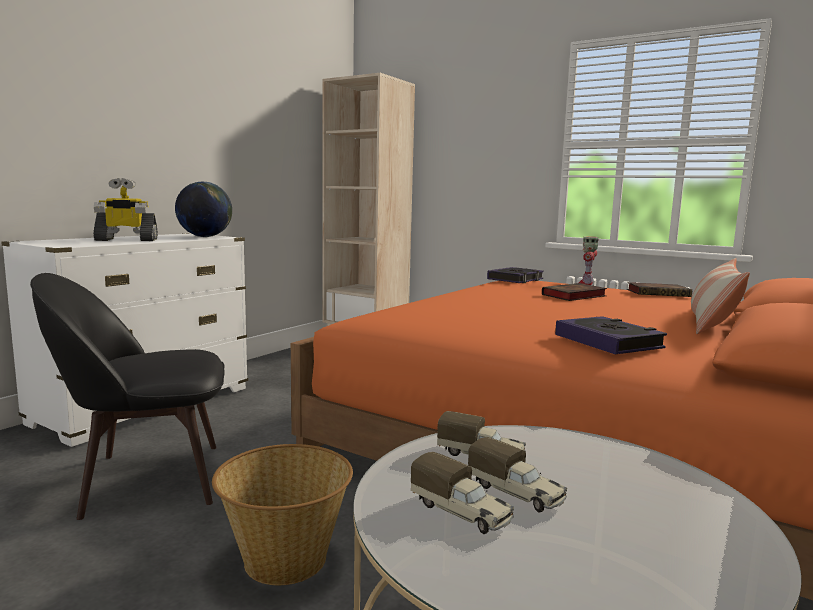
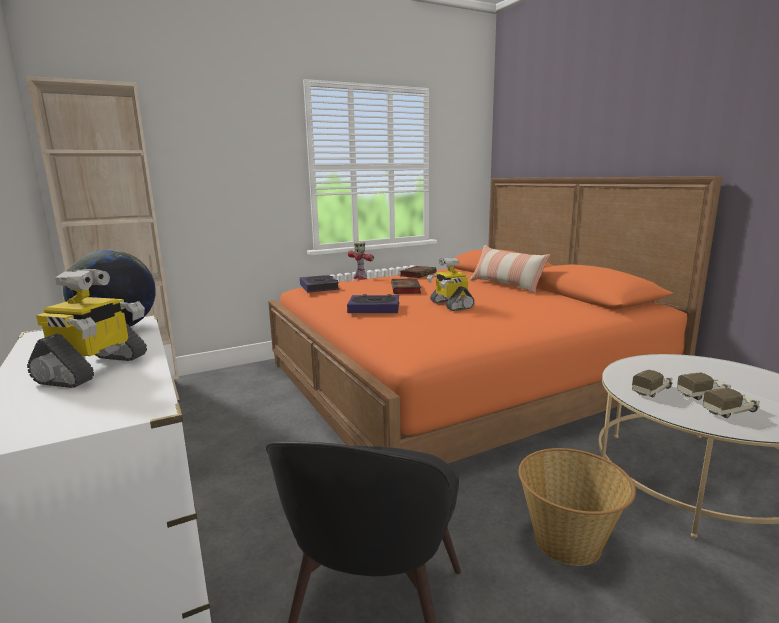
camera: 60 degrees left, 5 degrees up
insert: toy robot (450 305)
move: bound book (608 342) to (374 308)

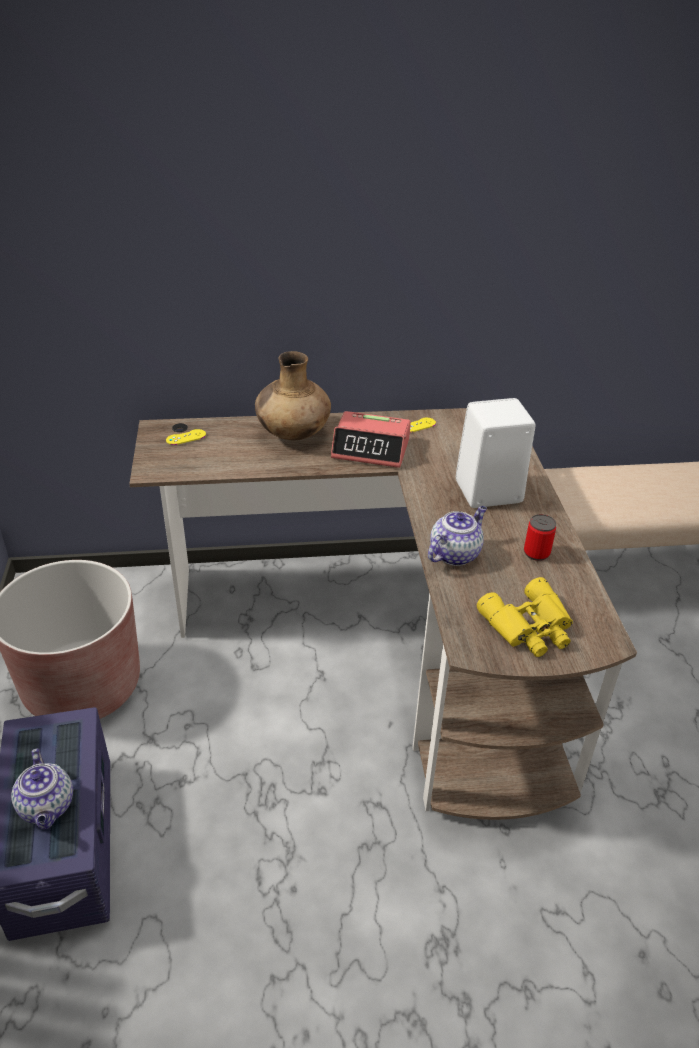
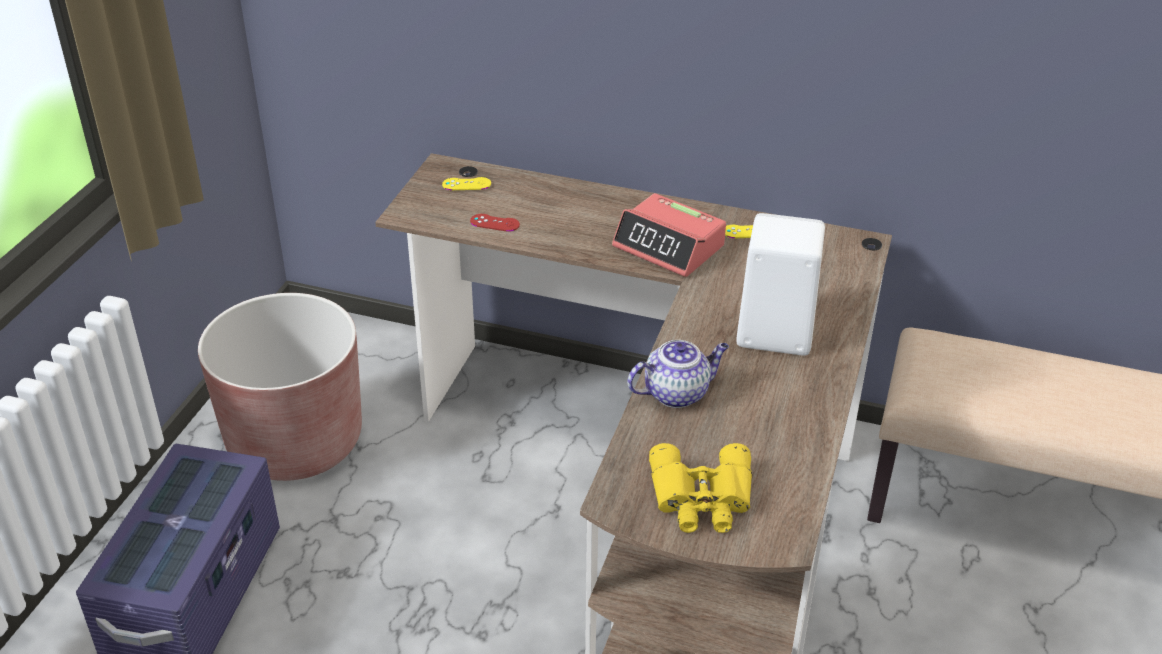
camera: 25 degrees right, 0 degrees up
delete: brown decorative vase (293 433); can (536 553); pot for tea (47 807)
insert: red gamepad (494 223)

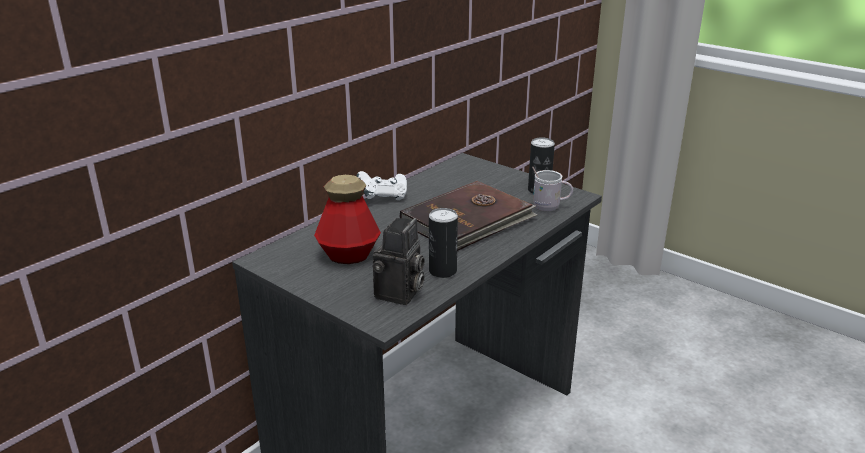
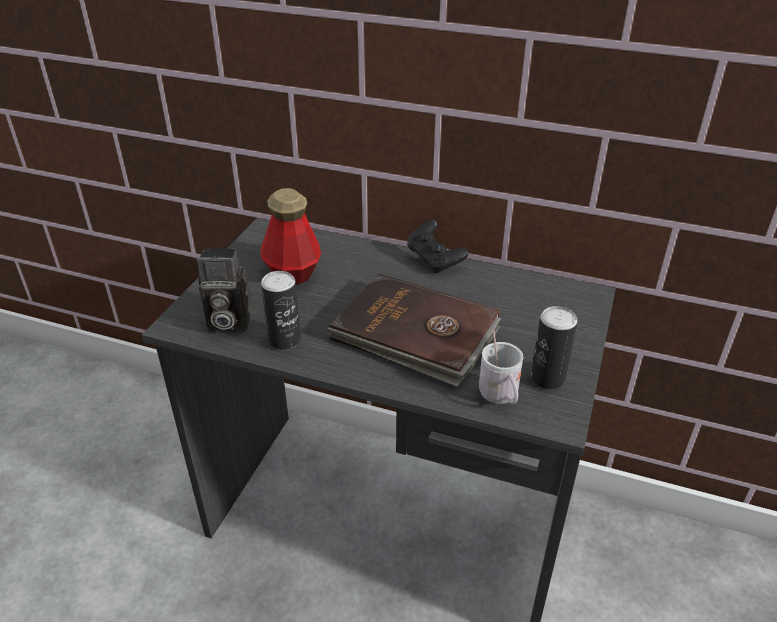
camera: 70 degrees right, 10 degrees up
recolor: white-coloured gamepad (383 197) to black gamepad (435 260)

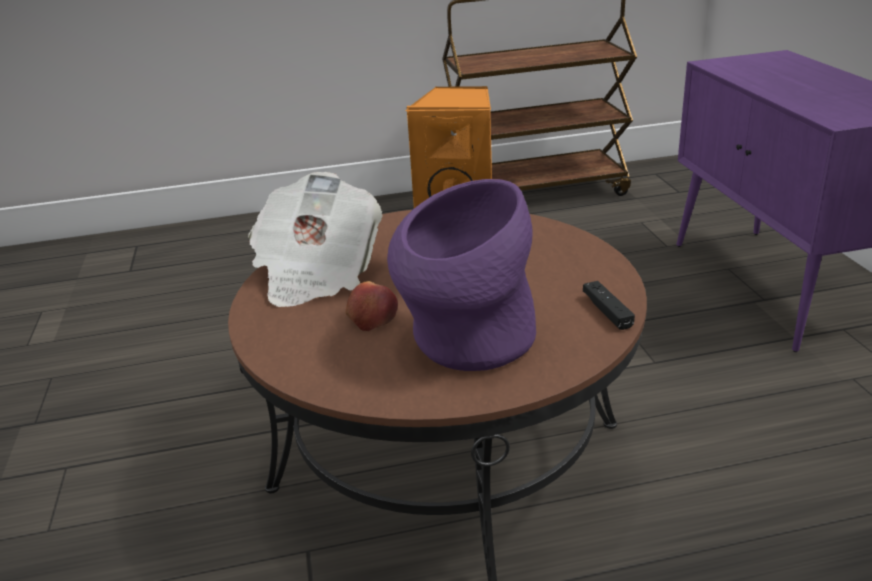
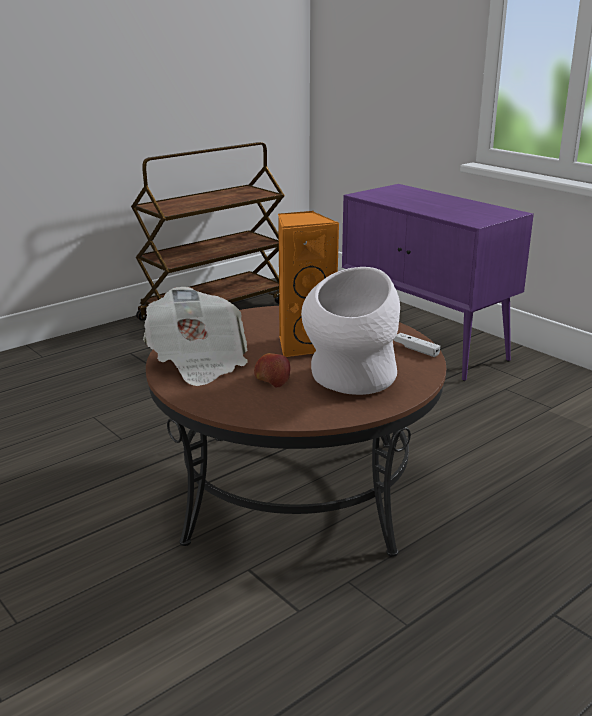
camera: 30 degrees left, 5 degrees down
recolor: purple decorative vase (464 343) to white-coloured decorative vase (350 381); black gamepad (607 312) to white-coloured gamepad (416 350)

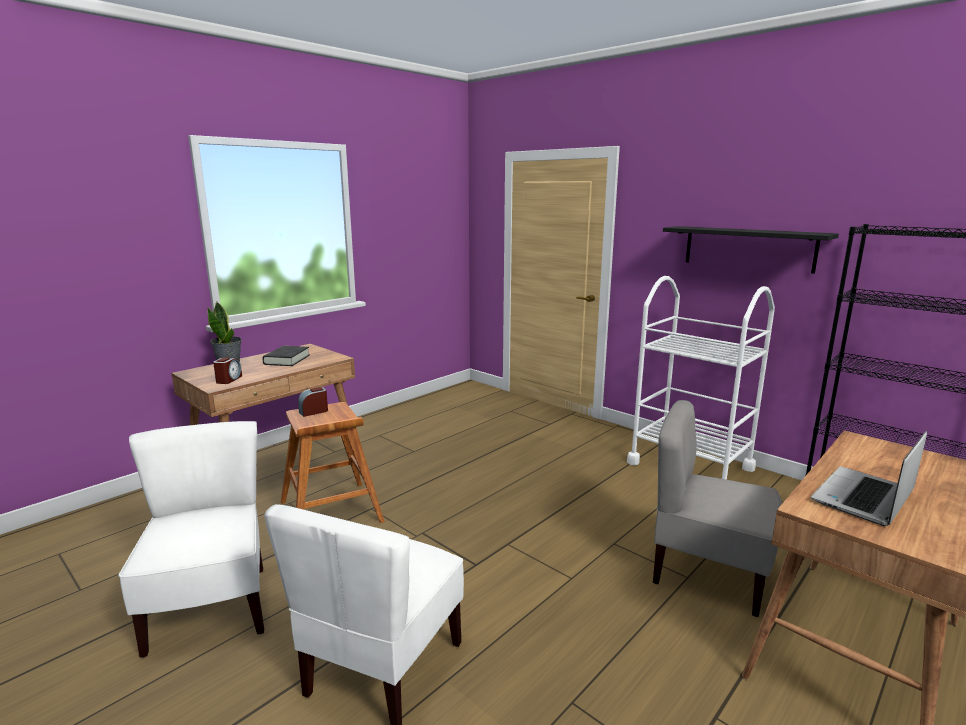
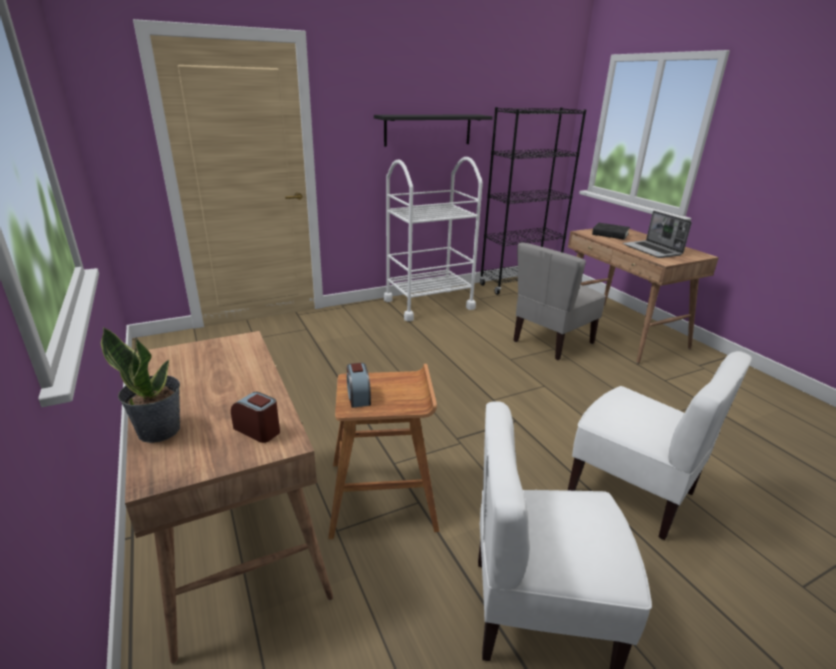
camera: 70 degrees left, 10 degrees up
move: black bound book (287 360) to (610 234)

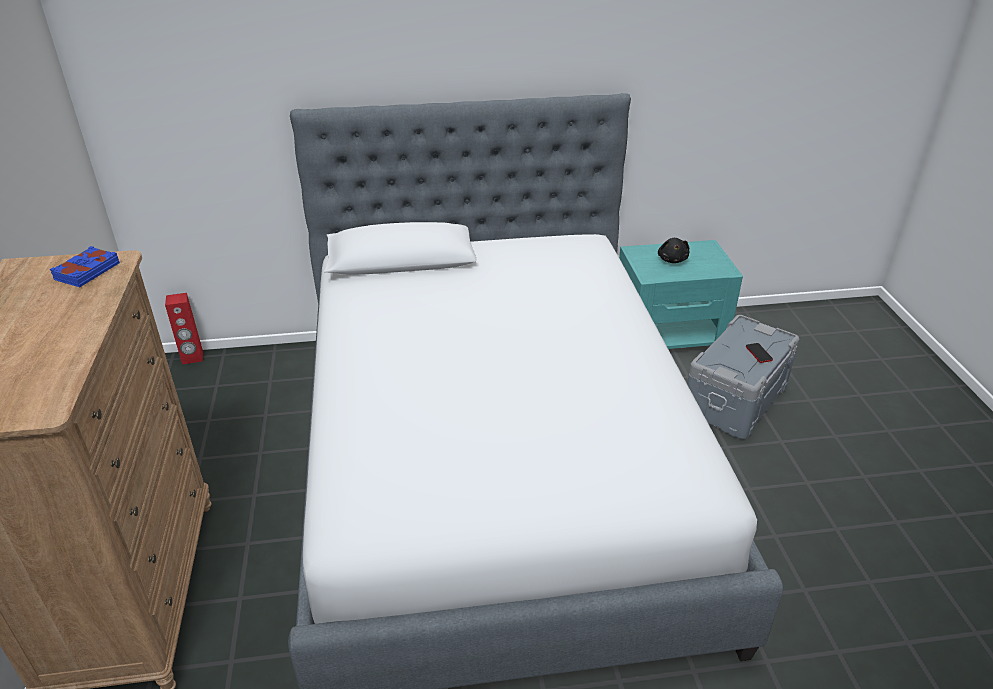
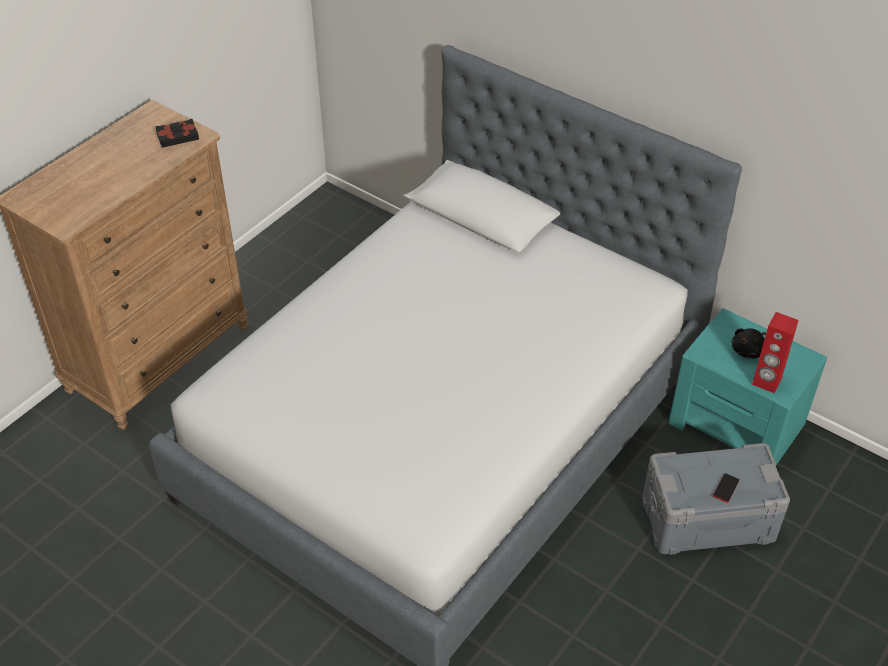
camera: 45 degrees right, 10 degrees up
move: red loudspeaker (192 358) to (766 382)
recolor: bluish bound book (86 271) to black bound book (177 136)

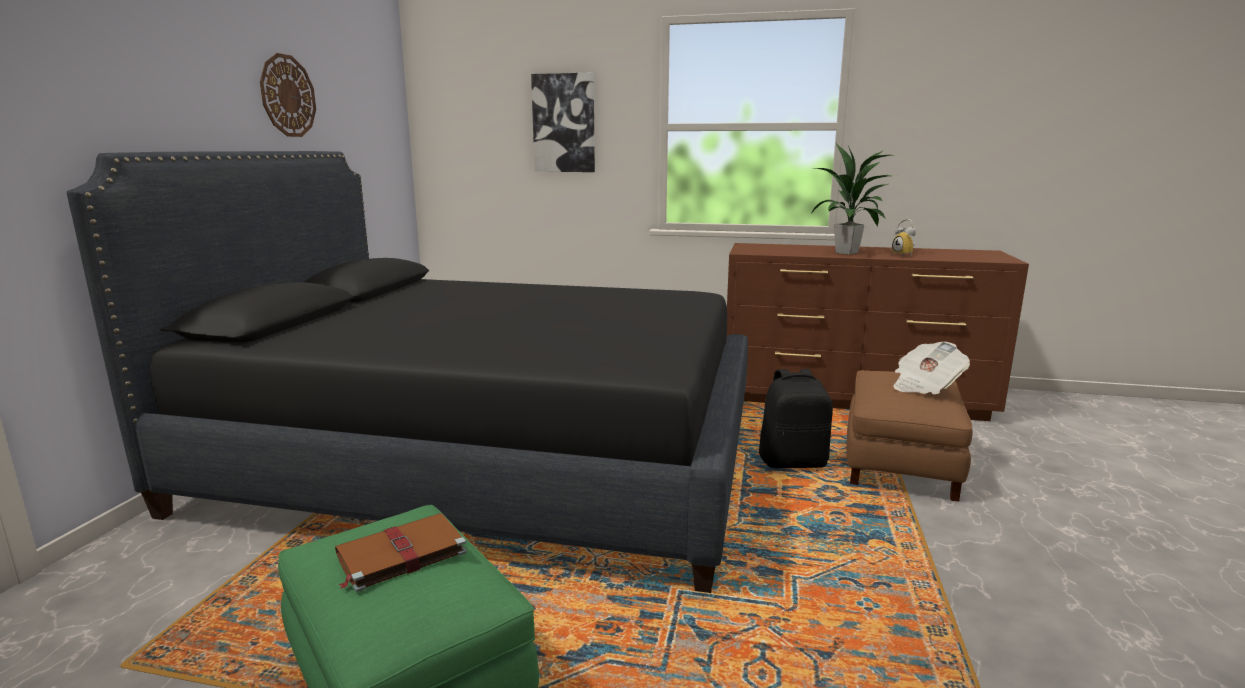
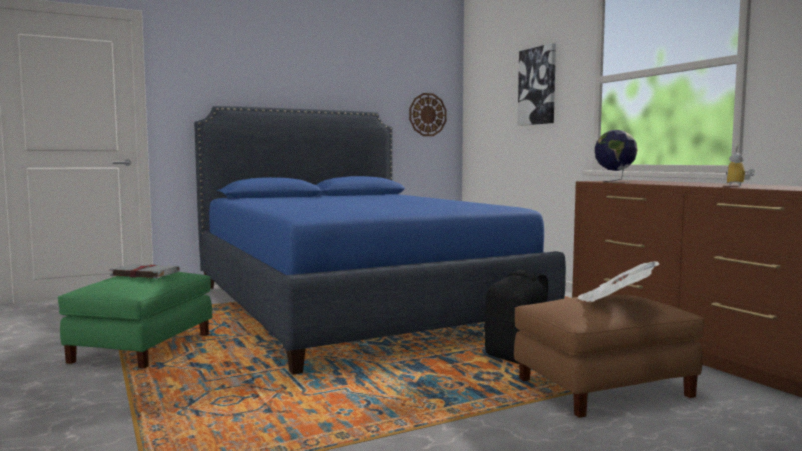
camera: 50 degrees right, 10 degrees down
delete: potted plant (847 253)
insert: desk globe (614 181)
move: wall clock (288 96) to (427 114)
recolor: black bedroom bed (488 459) to bluish bedroom bed (354 306); brown bound book (399 554) to greyish bound book (143 273)

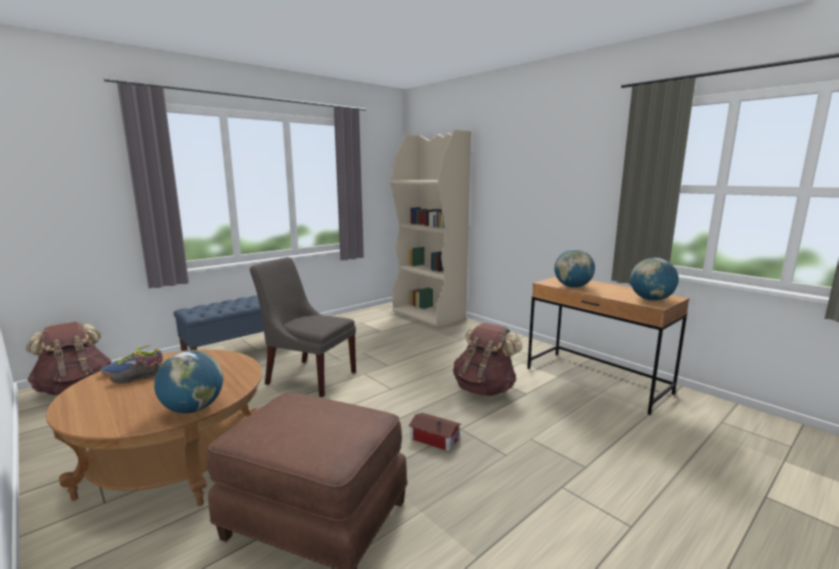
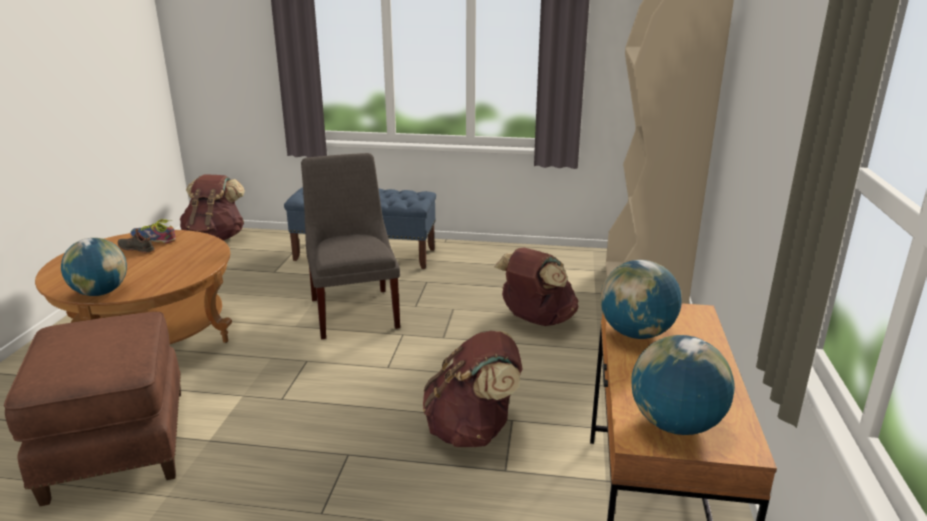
camera: 50 degrees right, 10 degrees up
delete: miniature house (434 437)
insert: brown rucksack (536 320)

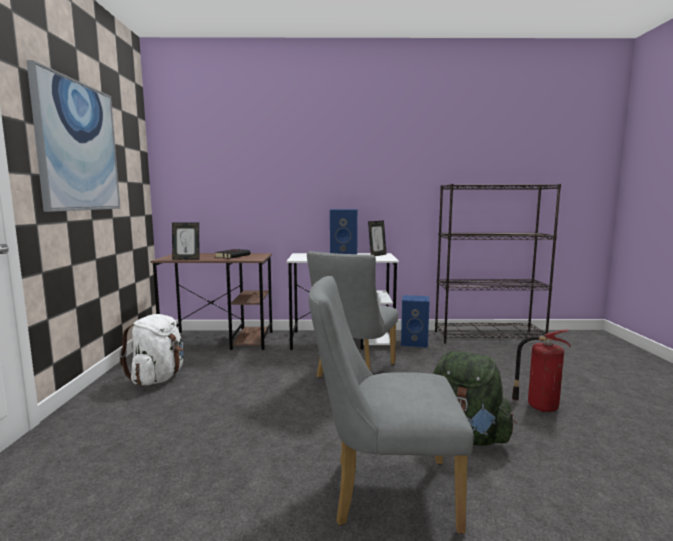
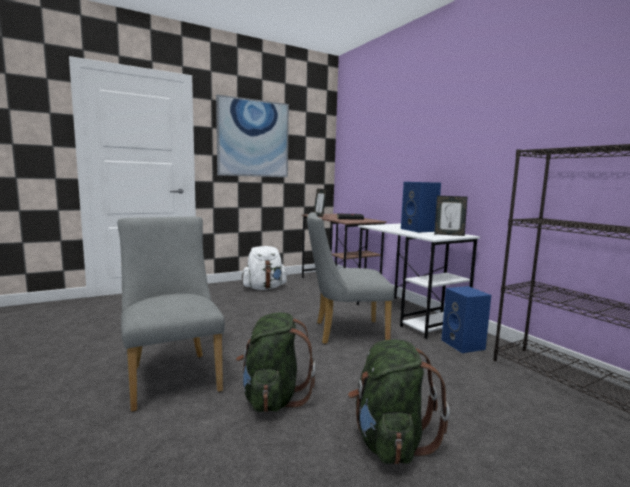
camera: 60 degrees right, 0 degrees up
replace: extinguisher (540 406) to green-coloured rucksack (389 441)

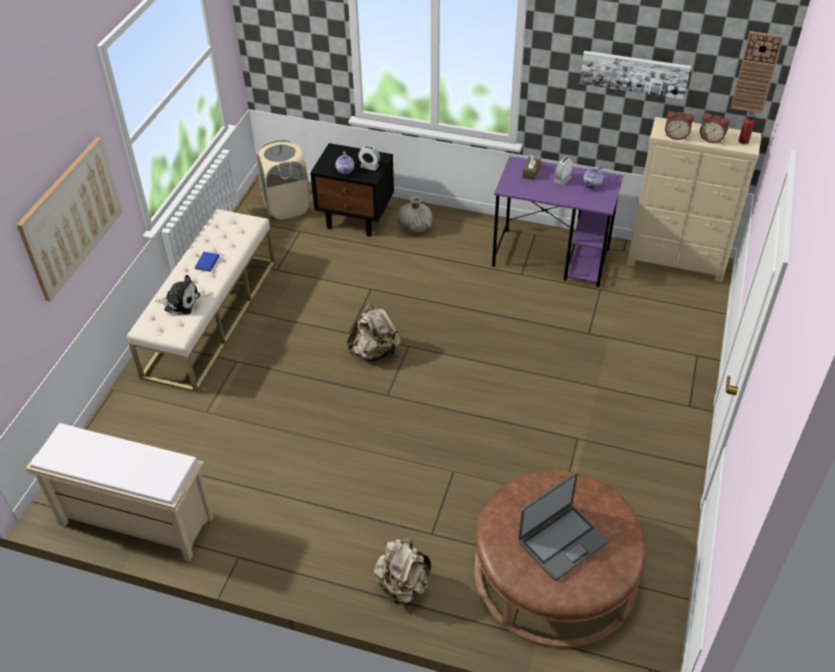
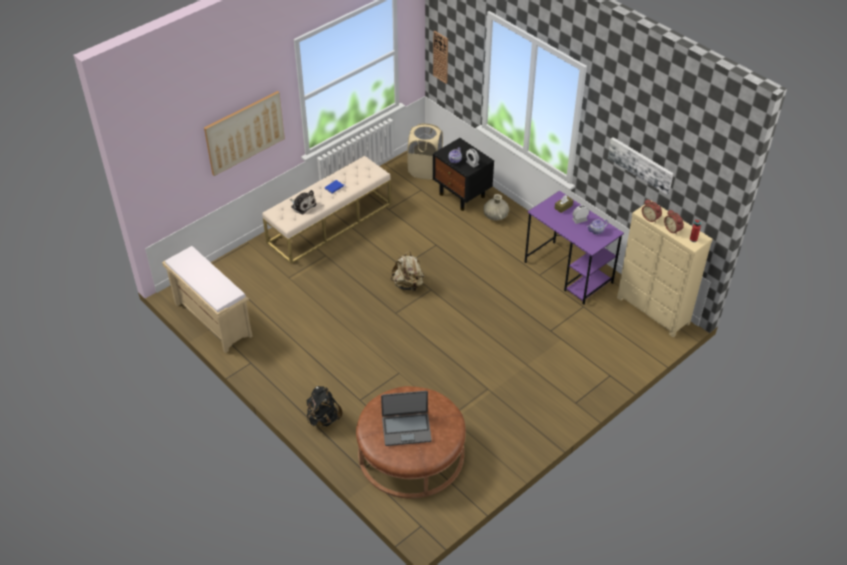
camera: 30 degrees right, 0 degrees up
move: wall clock (756 72) to (441 57)
recolor: beige rucksack (402 585) to black rucksack (323 418)

